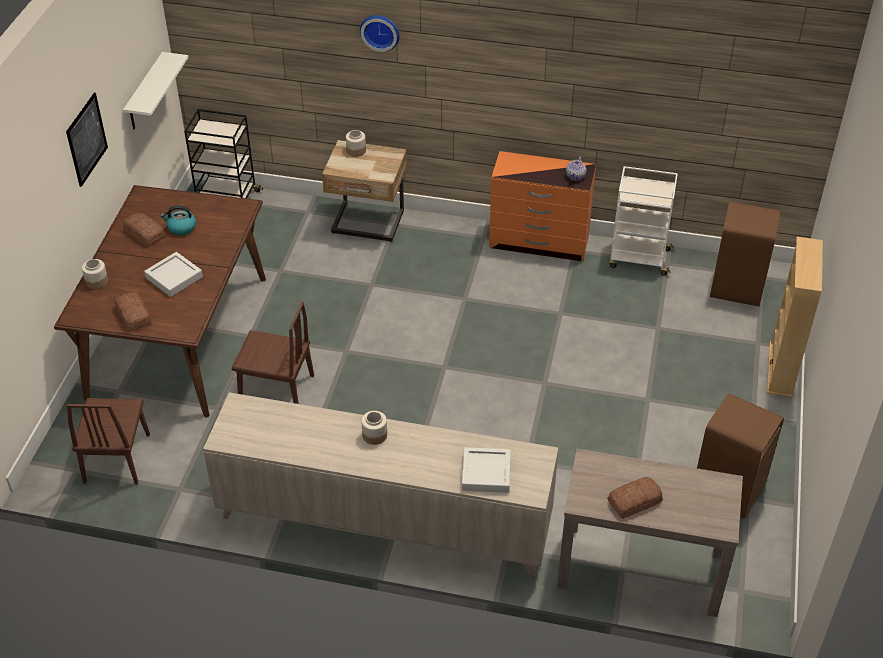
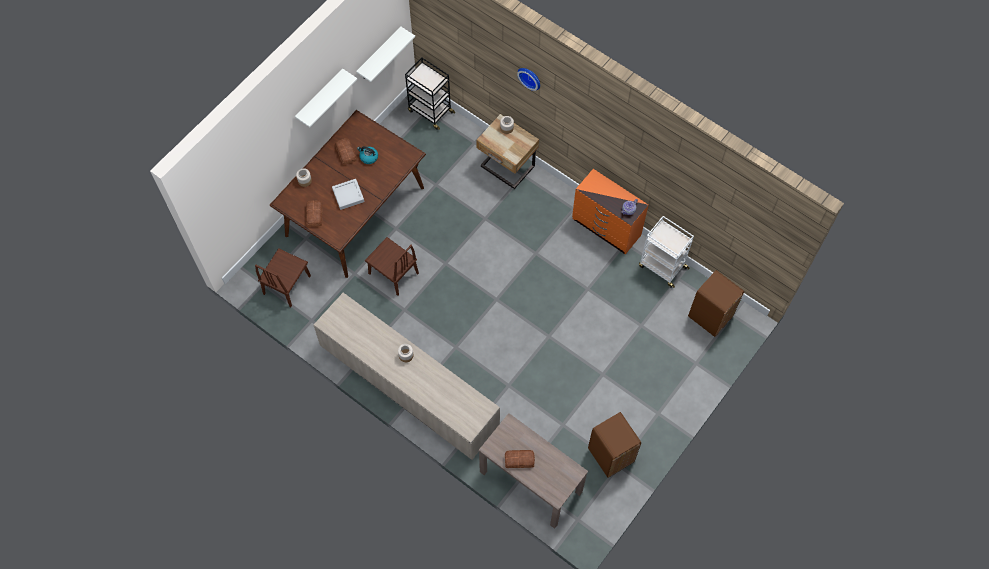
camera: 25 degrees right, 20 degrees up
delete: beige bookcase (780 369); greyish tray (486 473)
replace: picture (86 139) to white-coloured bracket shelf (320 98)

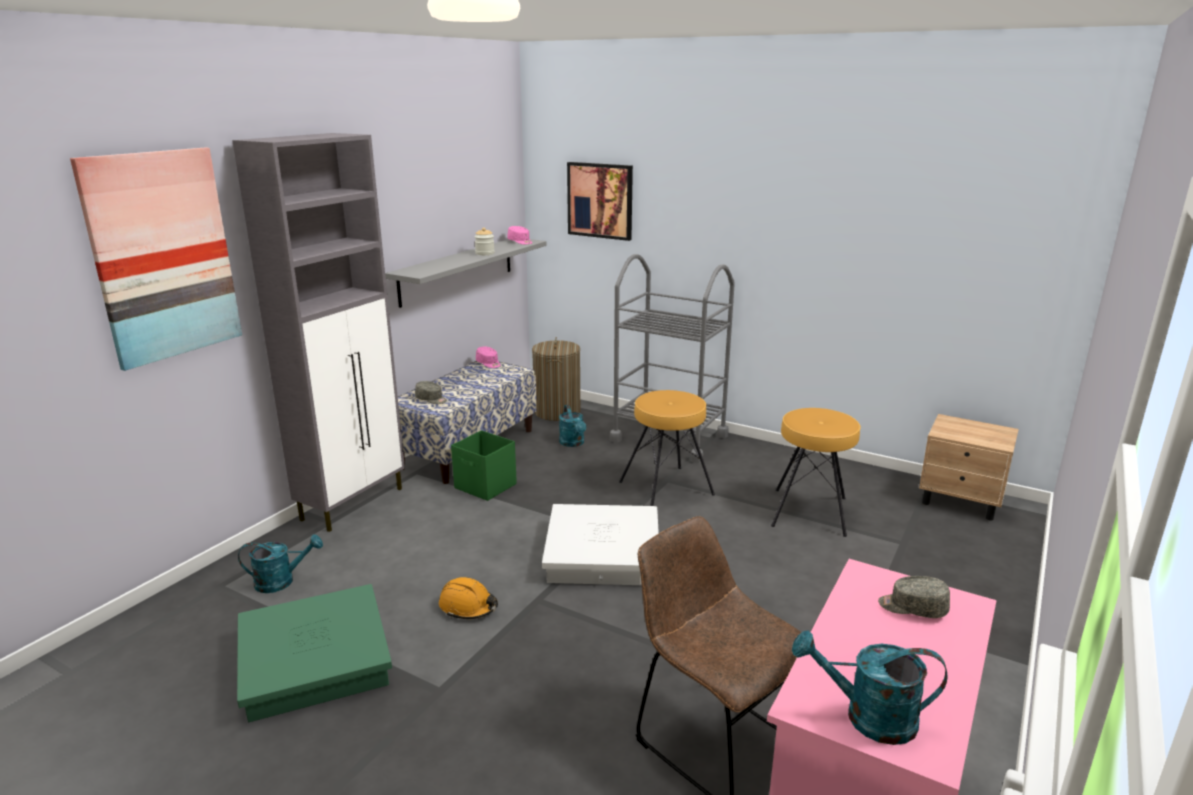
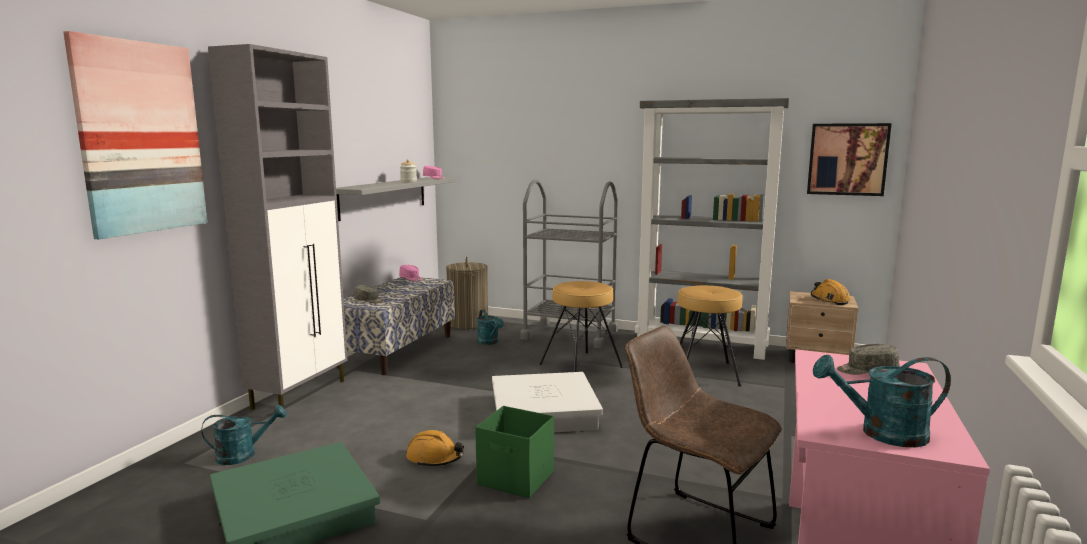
camera: 10 degrees left, 10 degrees down
insert: greyish bookcase (702 346); orange-coloured hard hat (829 300)
move: picture (600 200) to (847 159); green-coloured storage container (485 486) to (516 479)

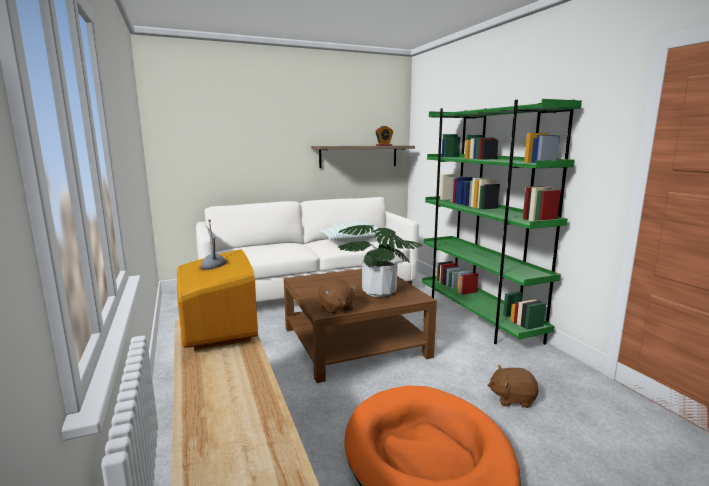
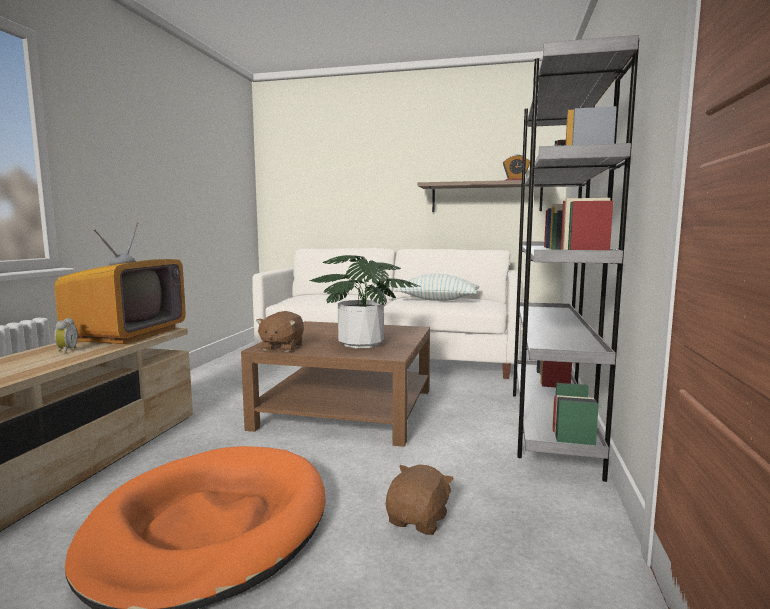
camera: 35 degrees right, 5 degrees down
insert: alarm clock (66 351)
recolor: green-coloured bookcase (477 318) to greyish bookcase (550 425)
rotate: brown cuddly toy (512 399) = (419 520) 75 degrees clockwise

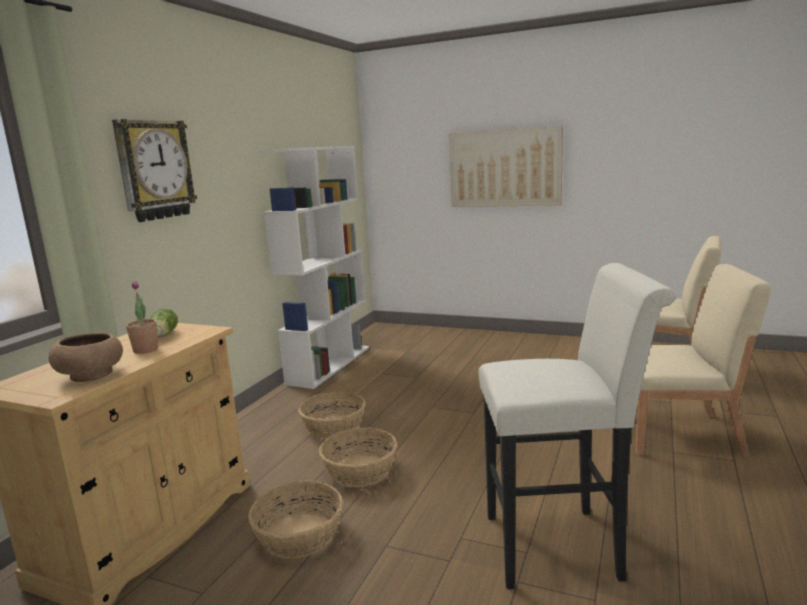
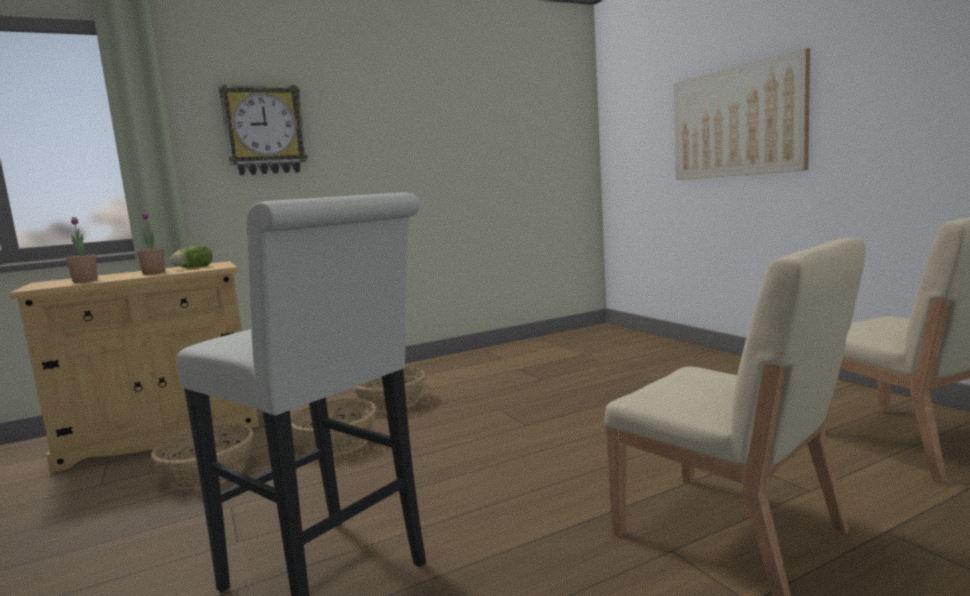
camera: 40 degrees right, 5 degrees down
delete: white-coloured bookcase (329 365)
replace: brown bowl (91 375) to potted plant (85 281)

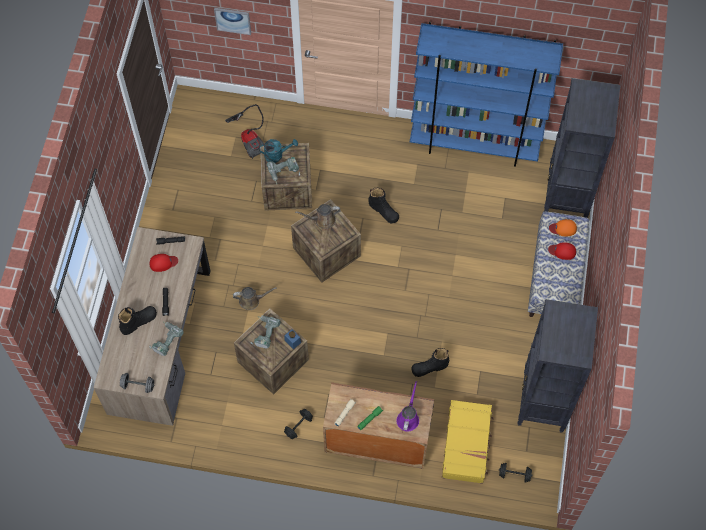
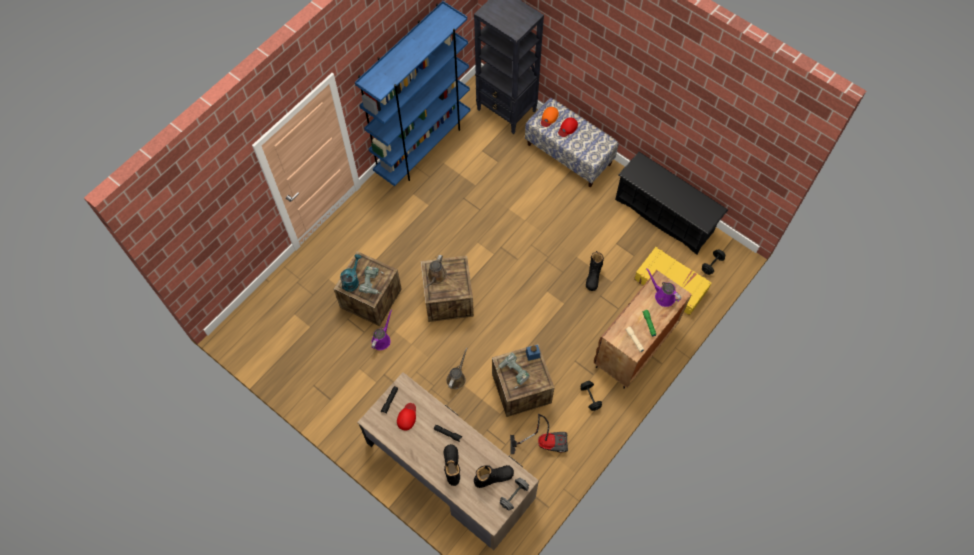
camera: 60 degrees left, 0 degrees up
delete: picture (233 20); electric drill (166 340)
insert: purple sprinkling can (382 339)
move: vacuum (250 139) to (544 442); black boot (383 211) to (493 477)
replace: black bookcase (542 402) to black shoe rack (664 216)

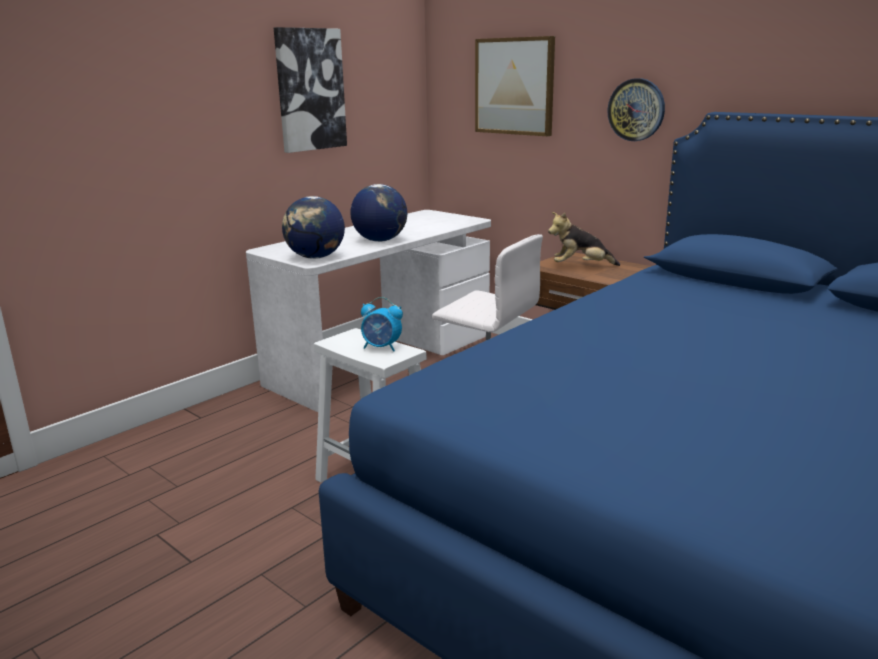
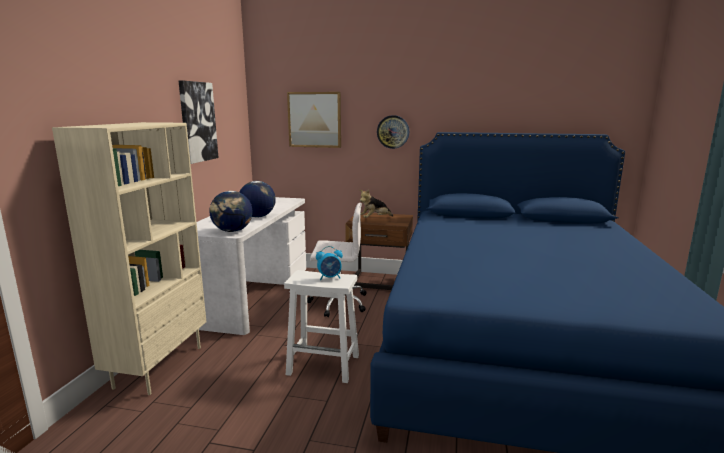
camera: 30 degrees left, 5 degrees down
insert: beige bookcase (159 366)

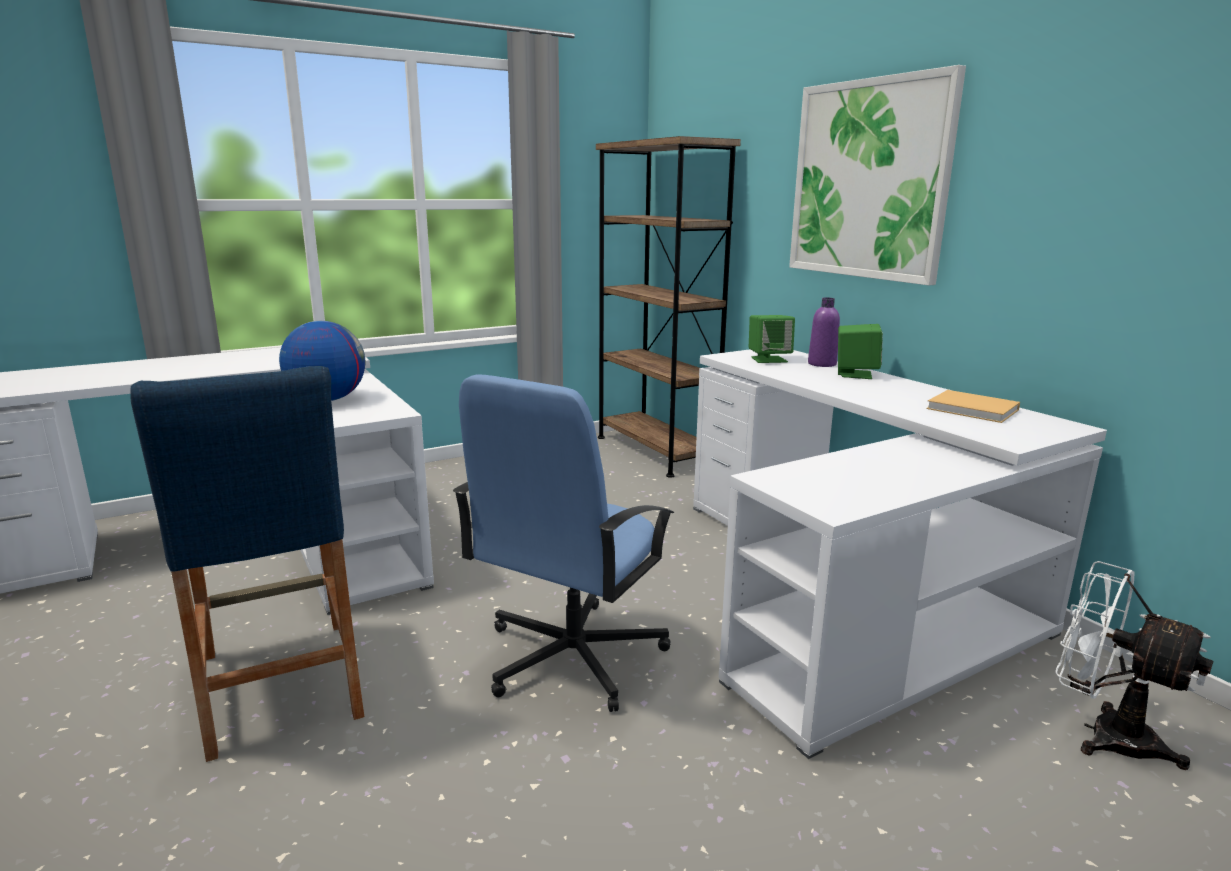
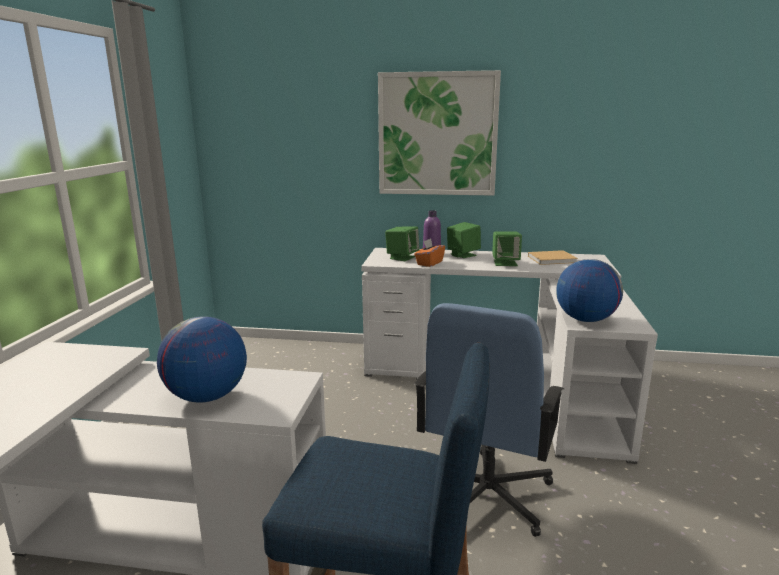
camera: 50 degrees left, 0 degrees up
delete: brown bookcase (655 451); white-coloured fan (1104 734)
insert: green-coloured loudspeaker (505 263); orange-coloured tissue holder (429 263); desk globe (585 319)
rotate: bluish computer chair (570 657) = (485 495) 45 degrees clockwise

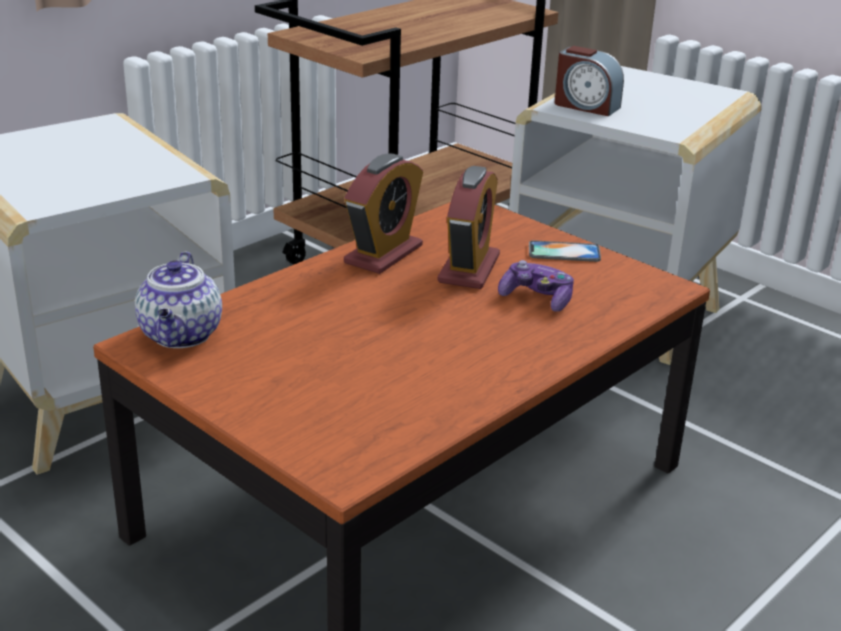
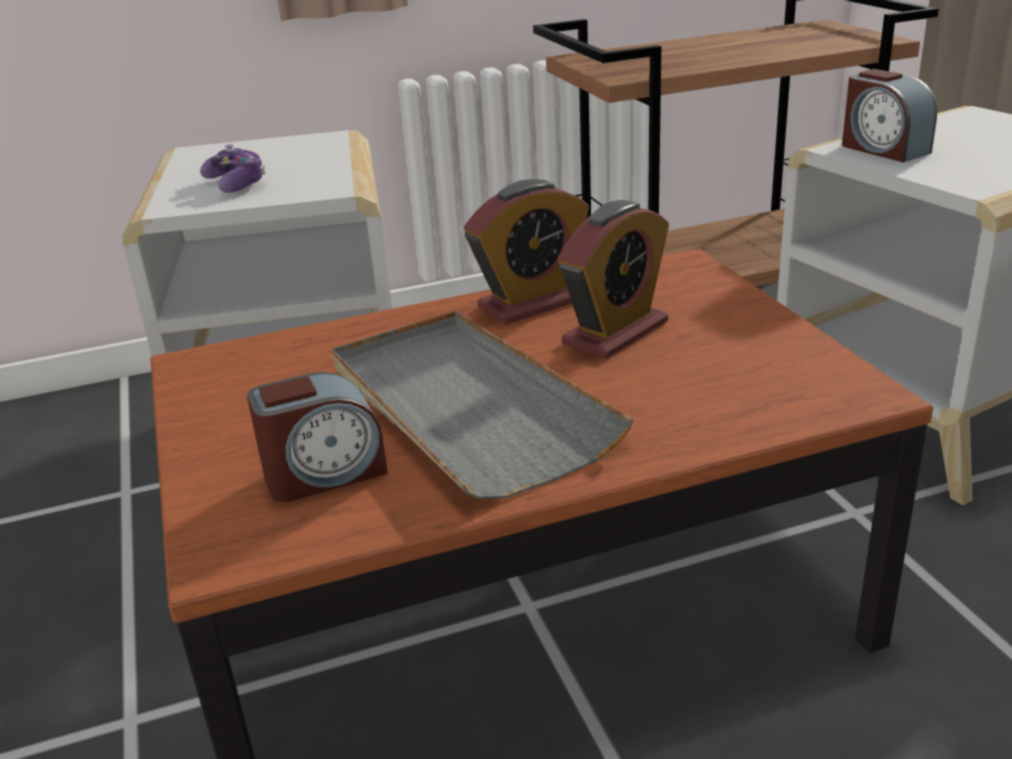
camera: 30 degrees right, 0 degrees up
delete: phone (564 252); pot for tea (181 336)
insert: greyish tray (465 407); alarm clock (324 474)
move: gamepad (536 298) to (236 184)

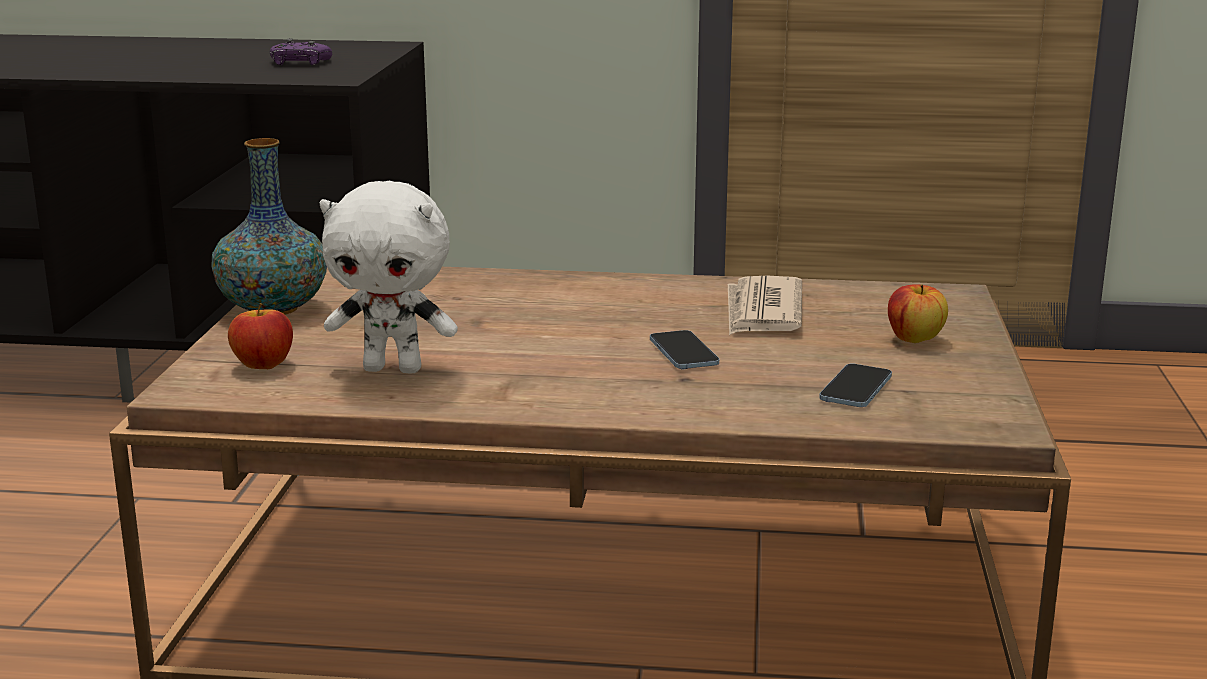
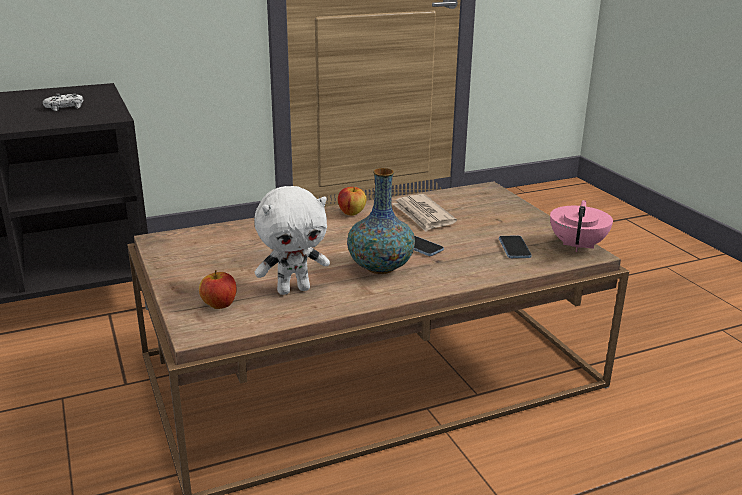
camera: 30 degrees left, 5 degrees up
insert: pink-coloured pot for tea (578 245)
move: decorative vase (273 309) to (380 267); whole apple (914 339) to (351 213)
recolor: purple gamepad (299 62) to white-coloured gamepad (65 107)

